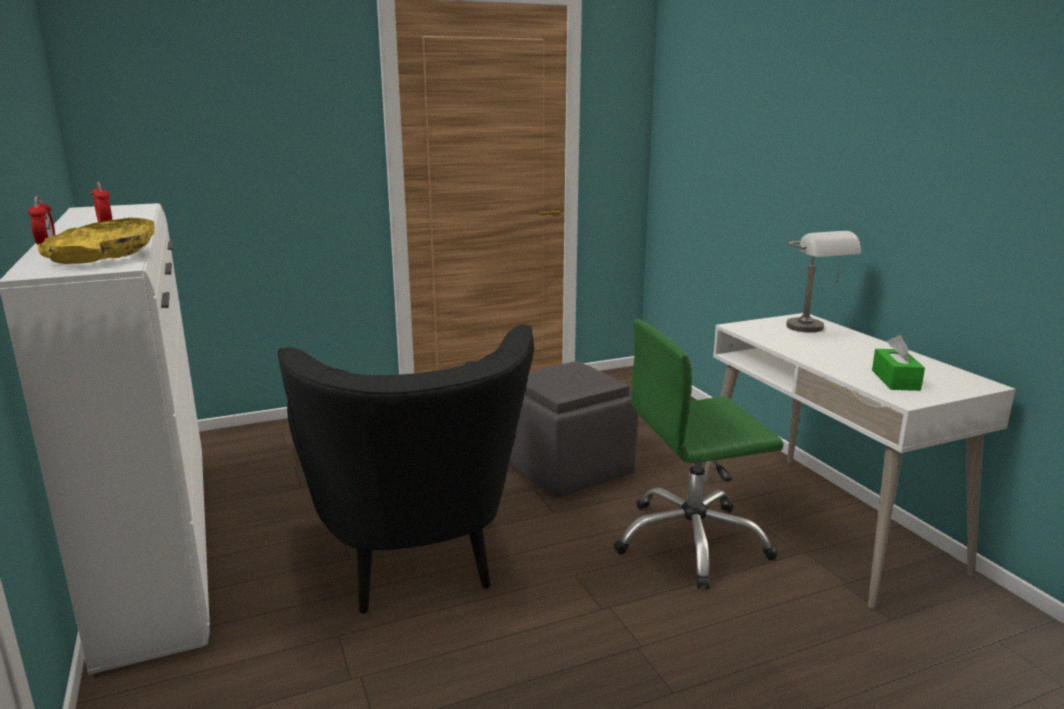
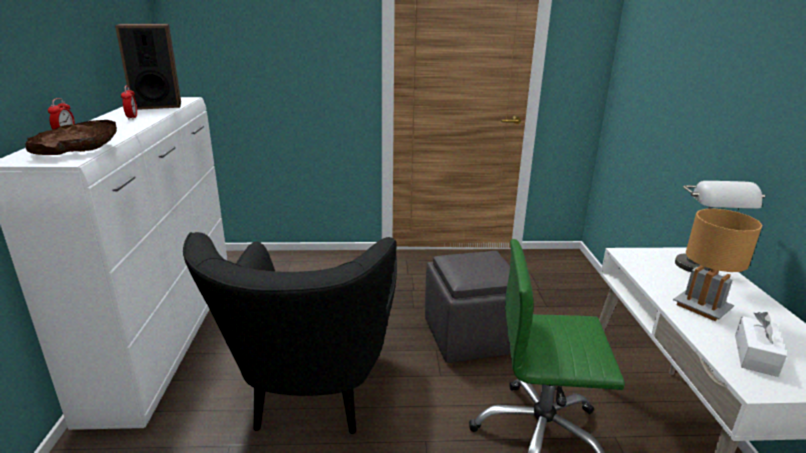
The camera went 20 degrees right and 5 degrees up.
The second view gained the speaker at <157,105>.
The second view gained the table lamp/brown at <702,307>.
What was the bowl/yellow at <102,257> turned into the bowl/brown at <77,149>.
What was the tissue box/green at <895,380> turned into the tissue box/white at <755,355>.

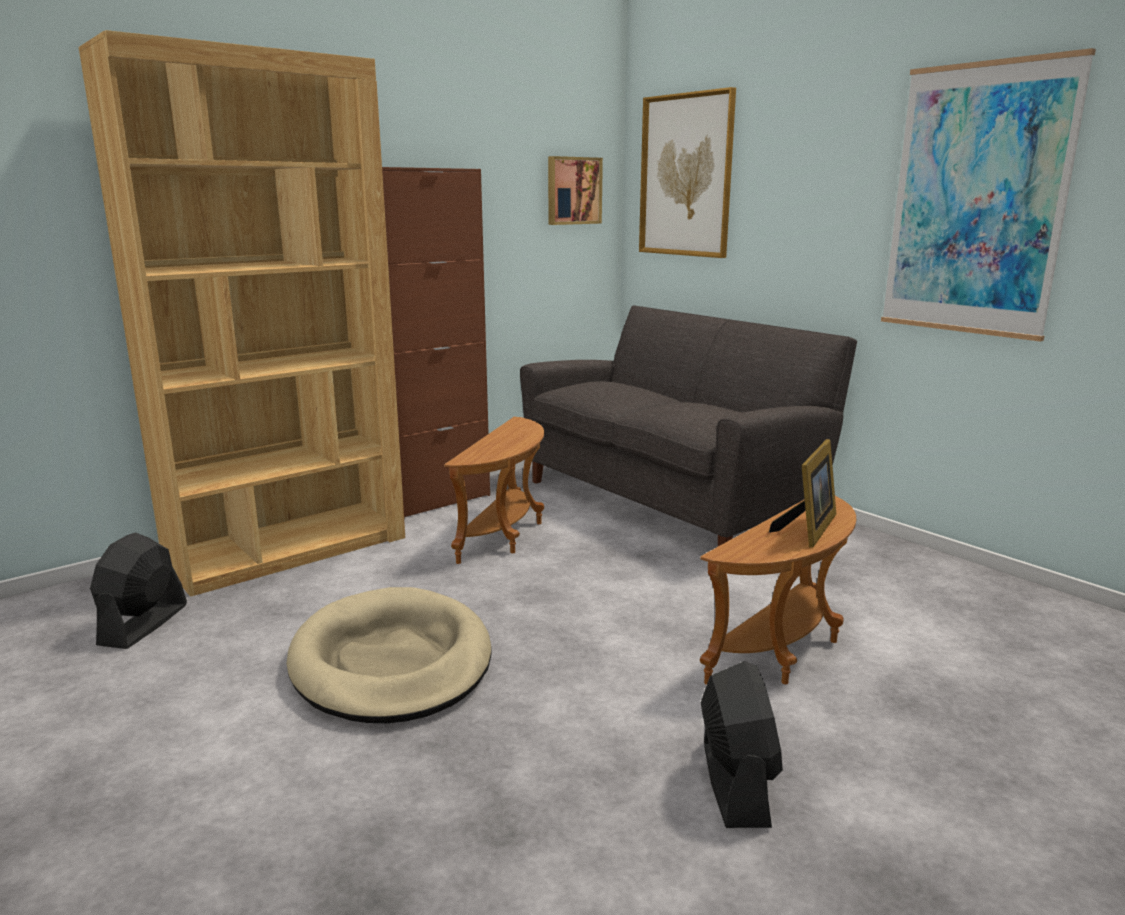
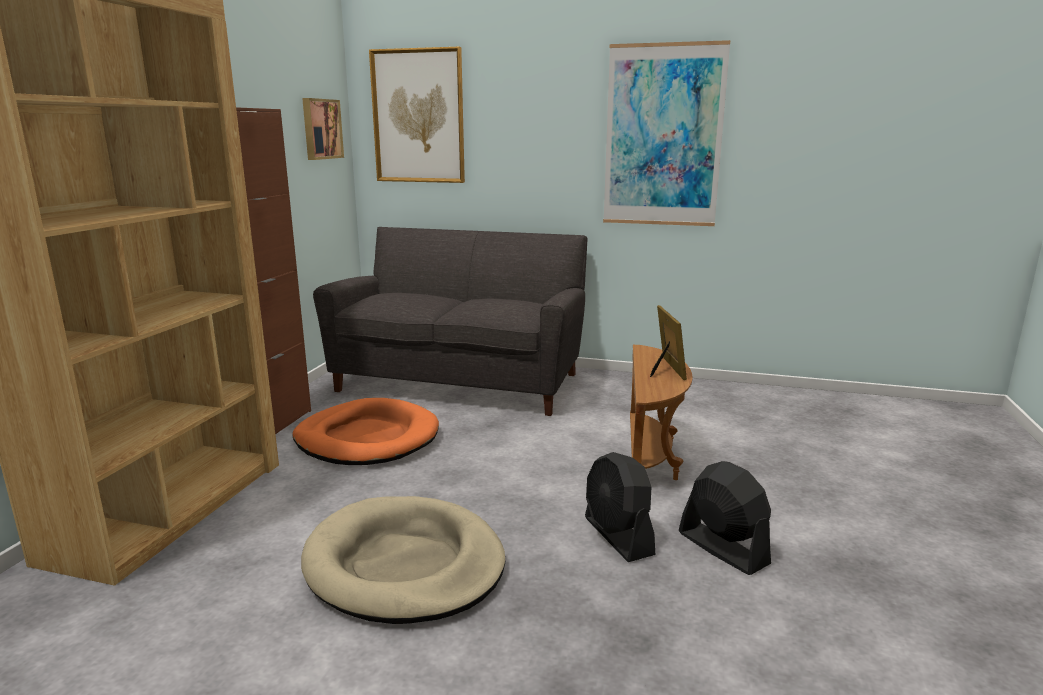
The camera went 35 degrees left and 0 degrees up.
The fan/black ended up elsewhere, having gone from <143,625> to <618,536>.
Where the side table/brown stood at <506,534>, the dog bed/orange came to stand at <367,438>.

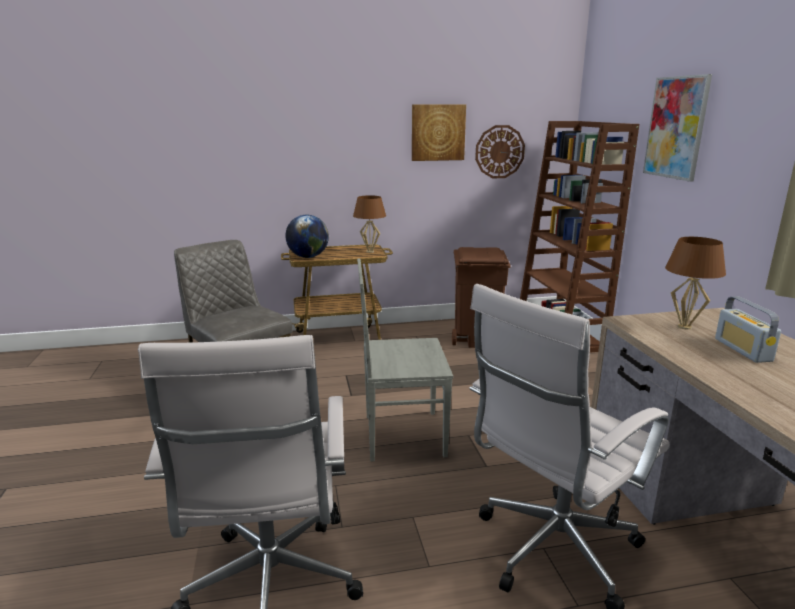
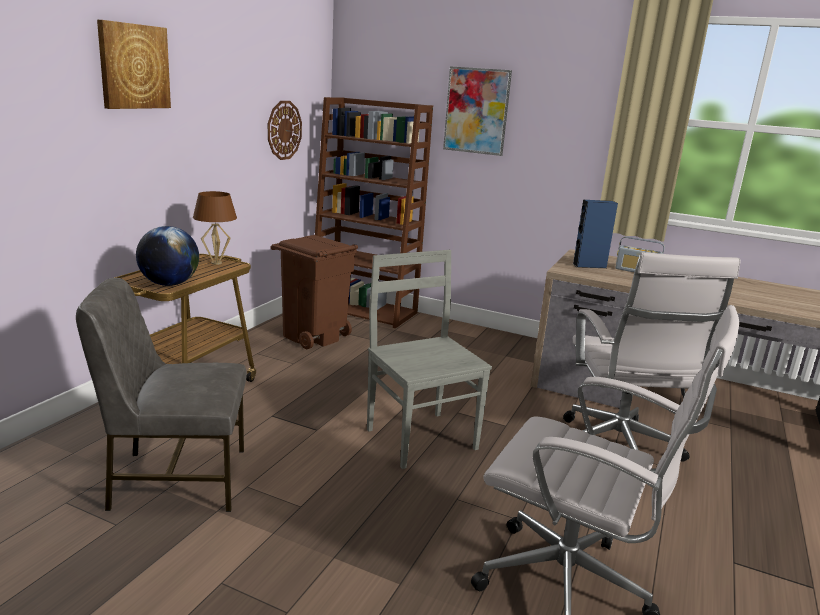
The camera went 55 degrees left and 0 degrees up.
The picture ended up elsewhere, having gone from <438,132> to <133,66>.
Where the table lamp/brown stood at <684,327>, the speaker/blue came to stand at <589,266>.
The chair/grey at <401,435> ended up facing another way, 120 degrees clockwise from before.

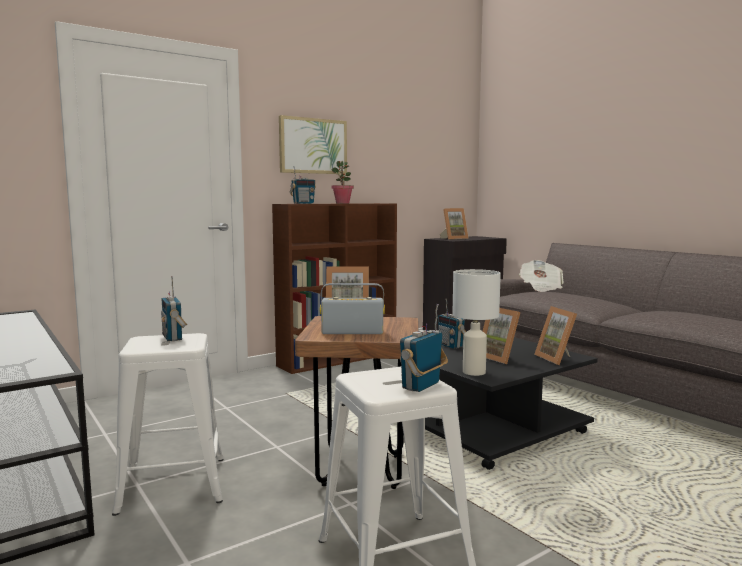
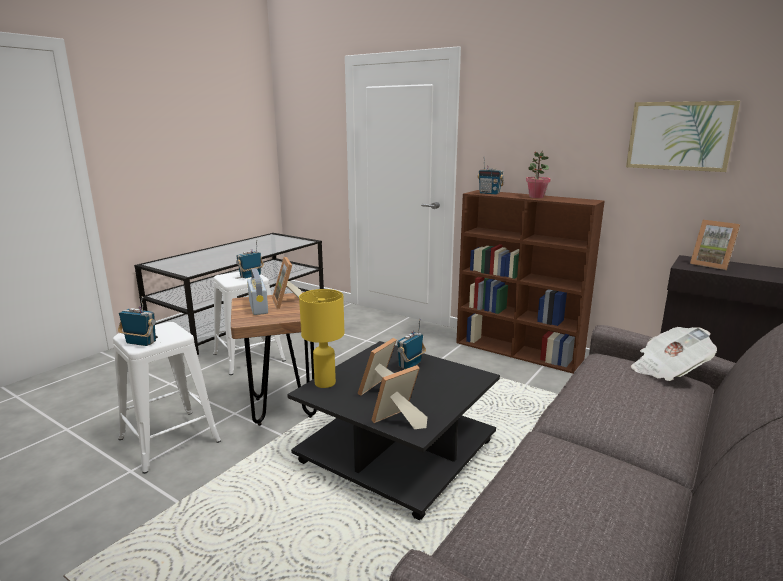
The camera went 70 degrees right and 10 degrees up.
The picture ended up elsewhere, having gone from <313,146> to <679,136>.
What was the table lamp/white at <473,372> turned into the table lamp/yellow at <324,383>.

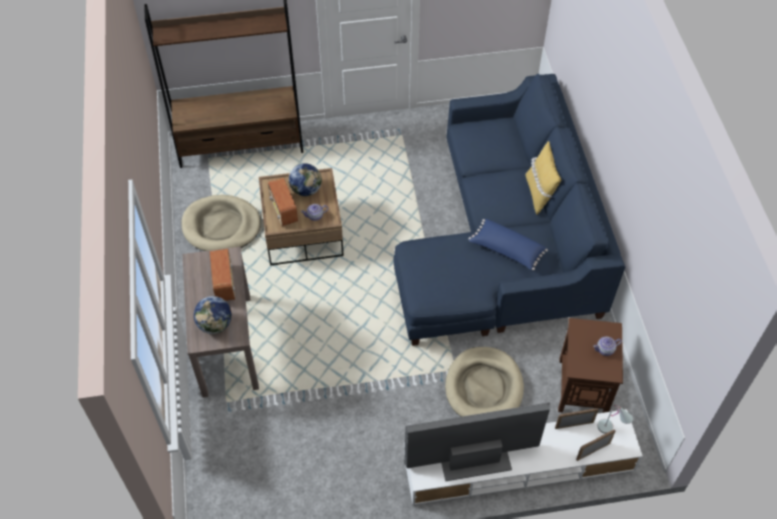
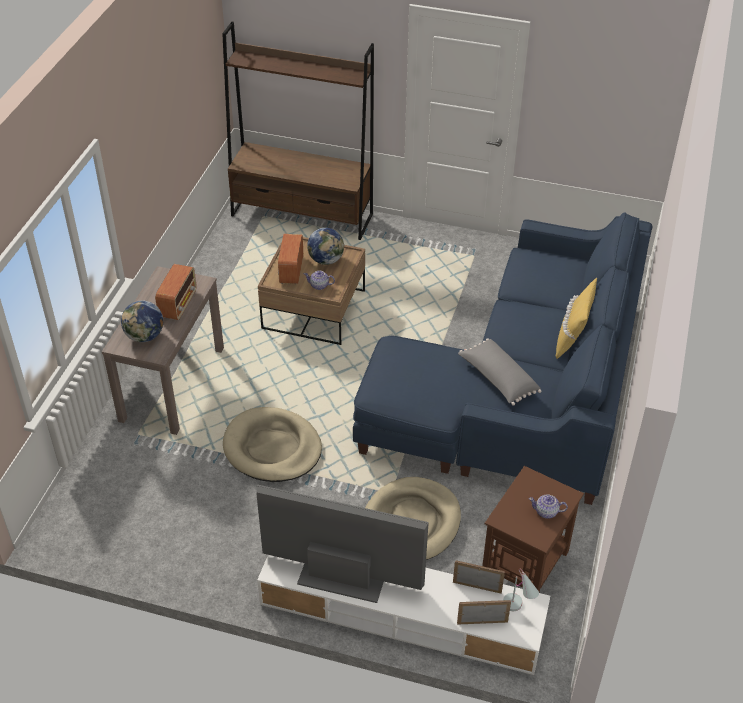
The camera went 25 degrees right and 10 degrees down.
The dog bed/beige ended up elsewhere, having gone from <221,226> to <272,448>.
What was the pillow/blue at <506,250> turned into the pillow/grey at <497,379>.

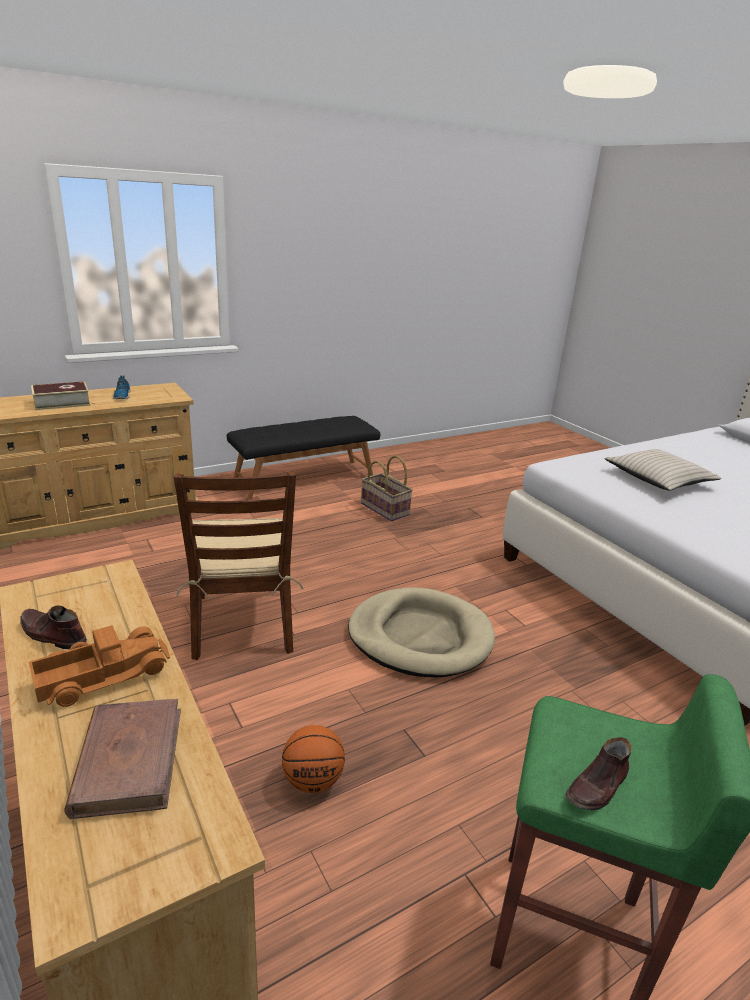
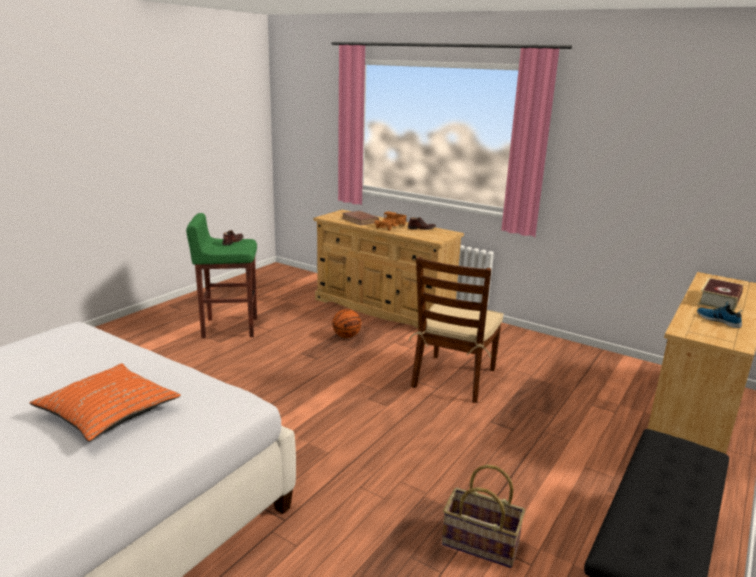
The camera went 155 degrees right and 5 degrees down.
The second view lost the dog bed/beige at <420,636>.
What was the pillow/beige at <658,479> turned into the pillow/orange at <108,412>.
The chair/brown at <243,623> ended up facing another way, 120 degrees counterclockwise from before.

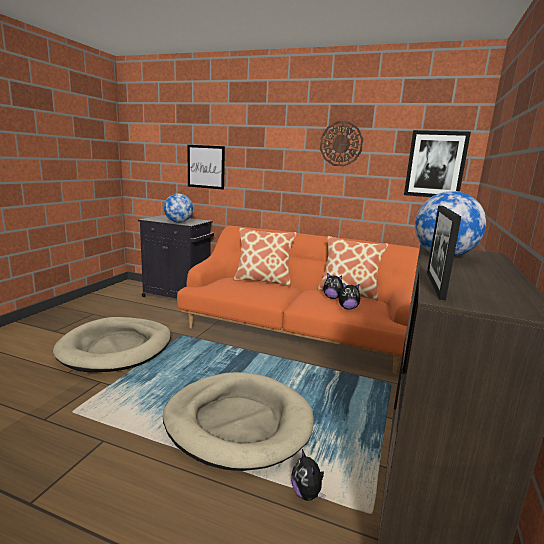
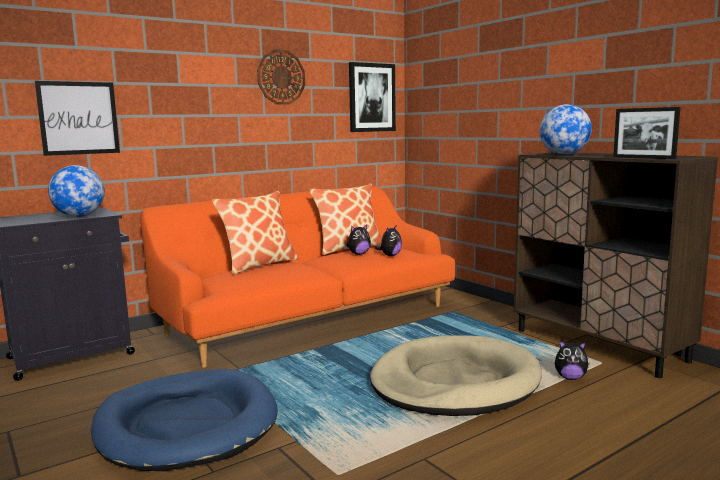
The camera went 55 degrees left and 5 degrees down.
What was the dog bed/beige at <116,348> turned into the dog bed/blue at <187,425>.

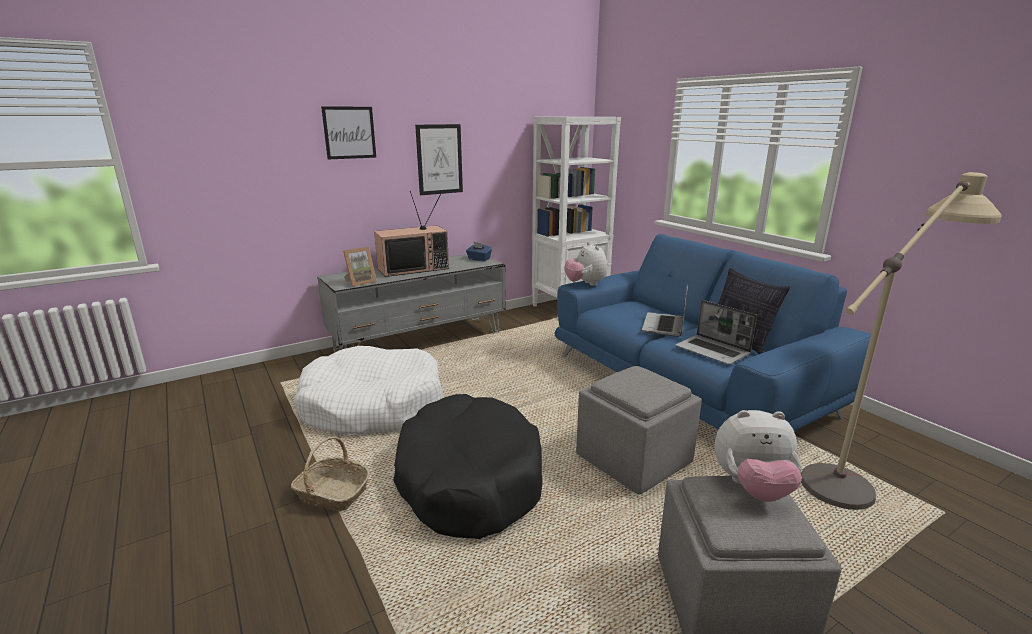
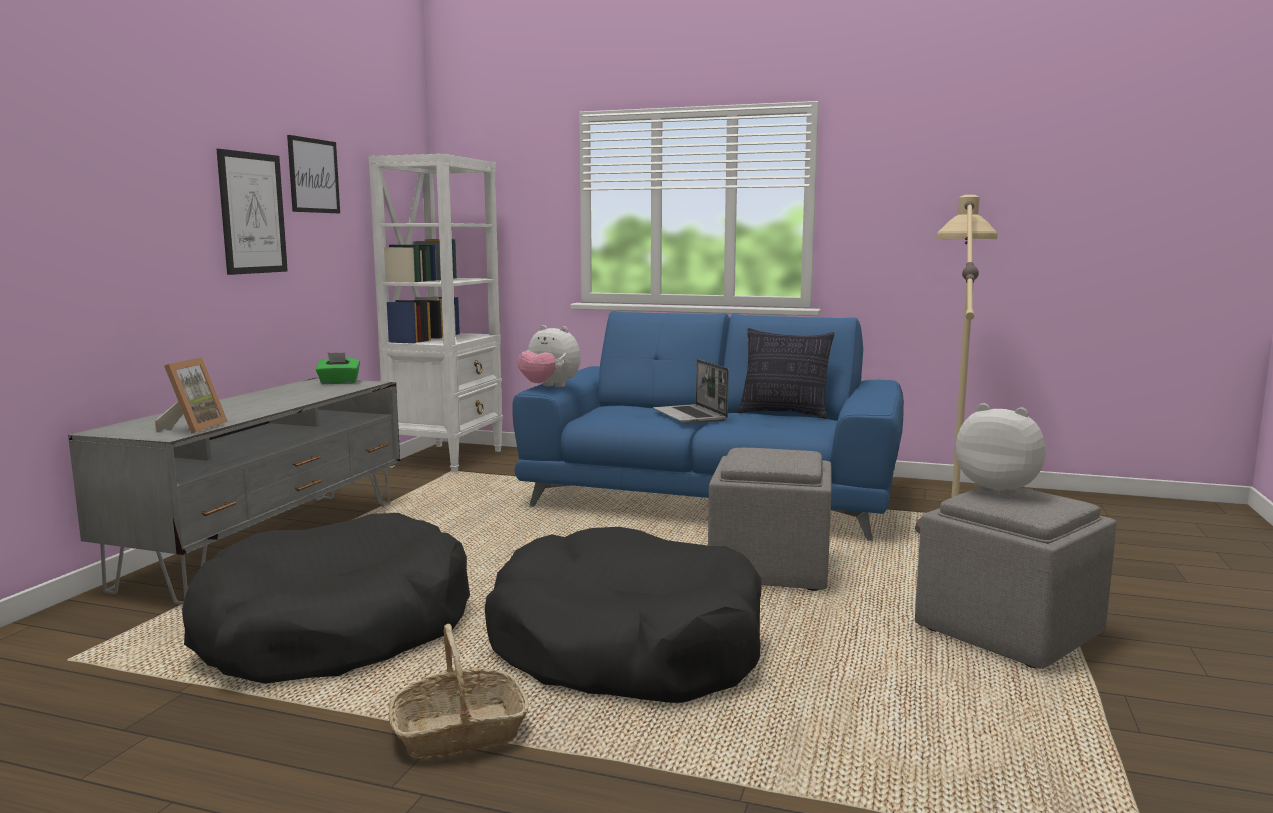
The camera went 40 degrees left and 10 degrees down.
The second view lost the television at <414,268>.
The second view lost the laptop at <713,351>.
The picture ended up elsewhere, having gone from <349,132> to <313,175>.
What was the dog bed/white at <373,406> turned into the dog bed/black at <335,630>.
What was the tissue box/blue at <479,259> turned into the tissue box/green at <339,382>.
The plush toy at <752,488> ended up facing another way, 105 degrees counterclockwise from before.

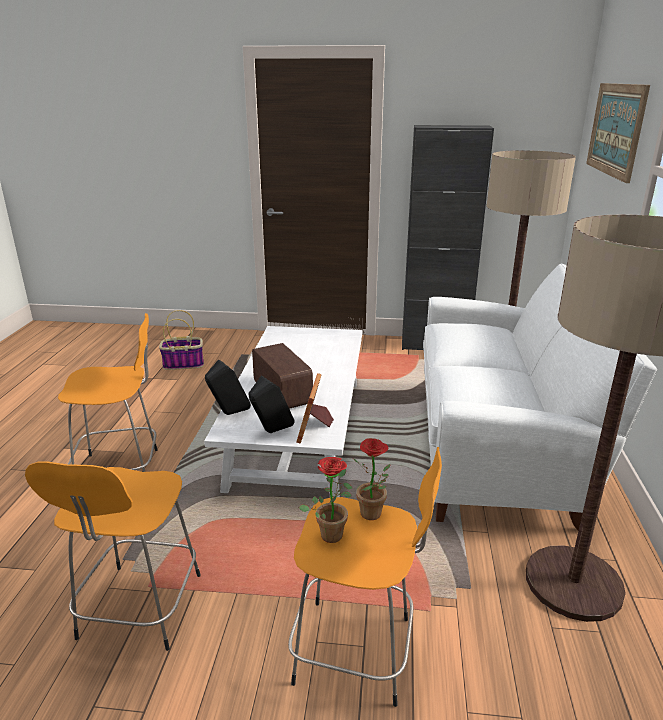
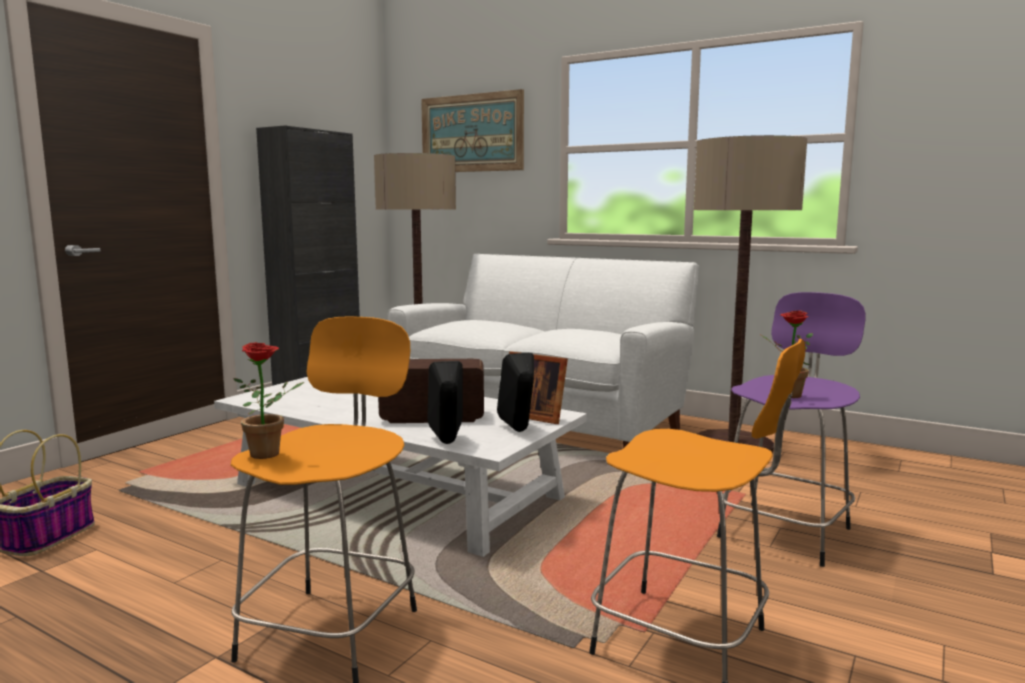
The camera went 65 degrees left and 15 degrees down.
The potted plant ended up elsewhere, having gone from <373,516> to <271,454>.
What was the stool/orange at <358,651> turned into the stool/purple at <786,531>.

